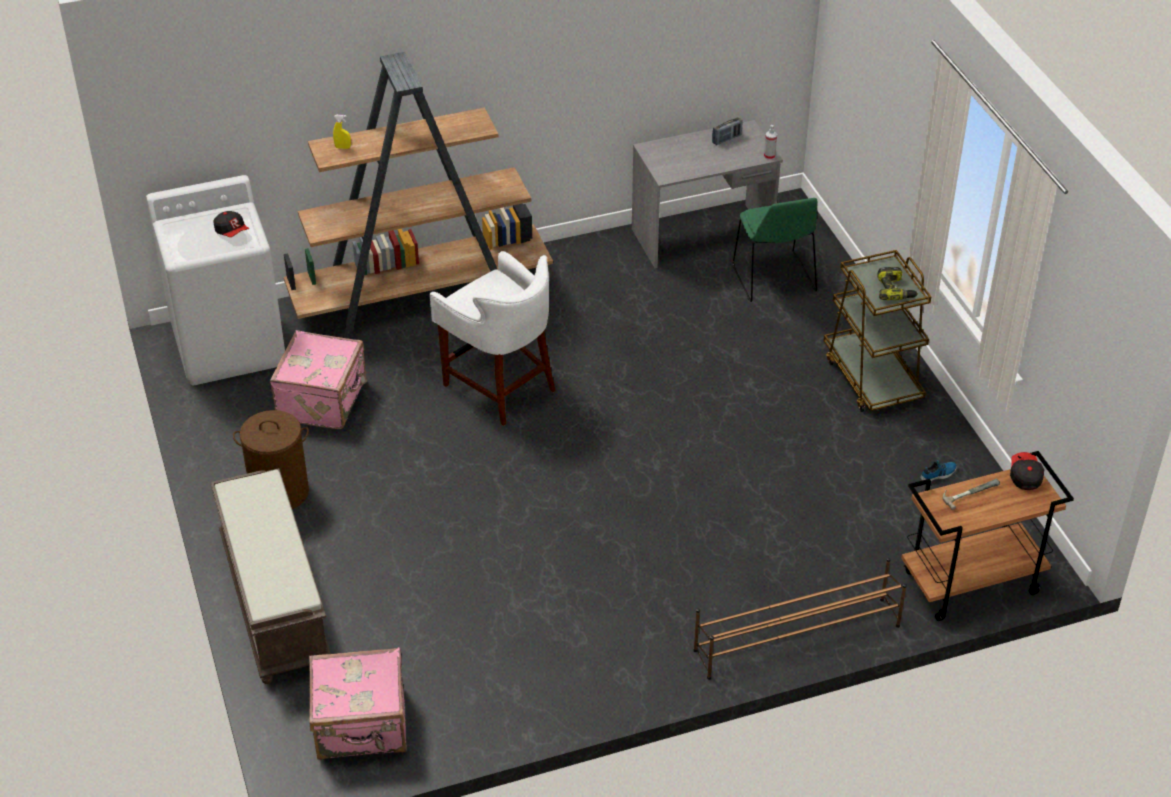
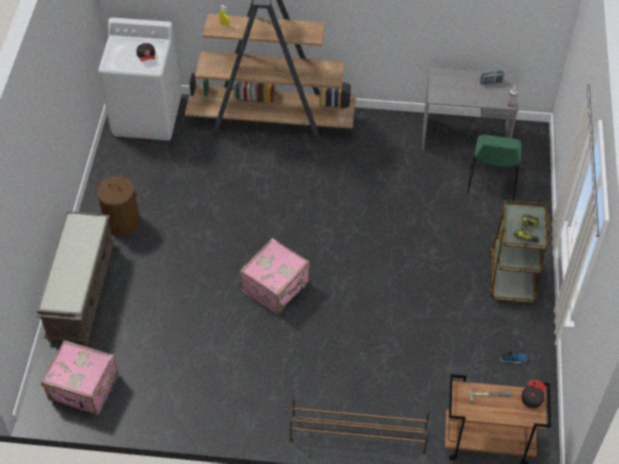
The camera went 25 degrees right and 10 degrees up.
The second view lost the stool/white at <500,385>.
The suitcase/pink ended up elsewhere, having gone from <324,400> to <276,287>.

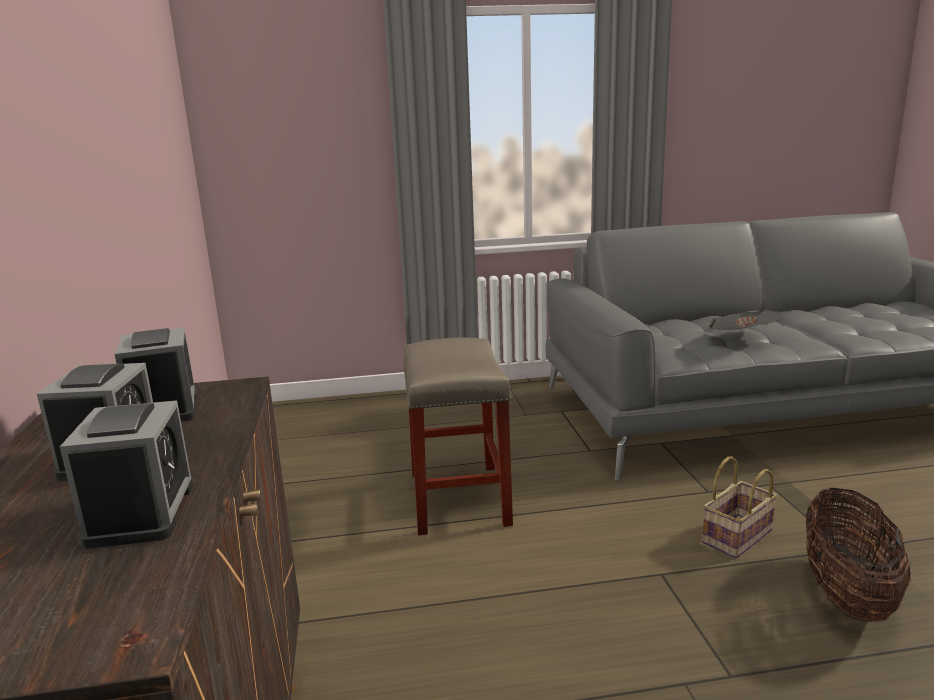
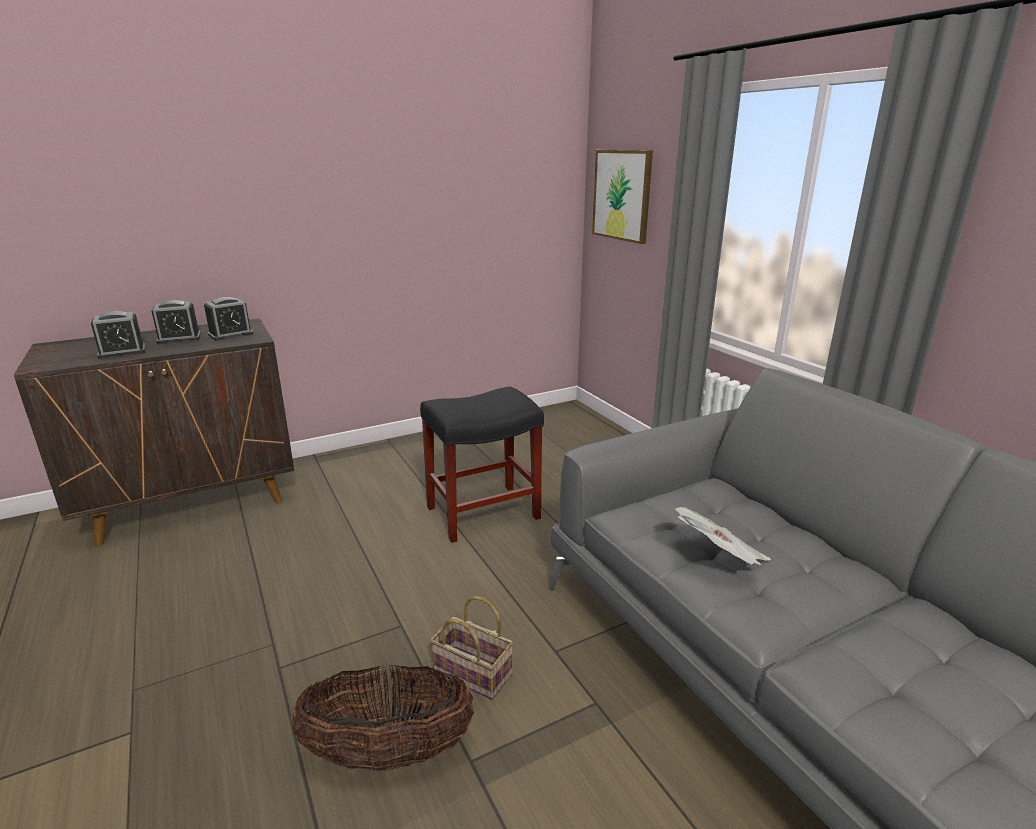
The camera went 70 degrees right and 5 degrees up.
The second view gained the picture at <622,195>.
What was the stool/beige at <458,497> turned into the stool/black at <484,512>.

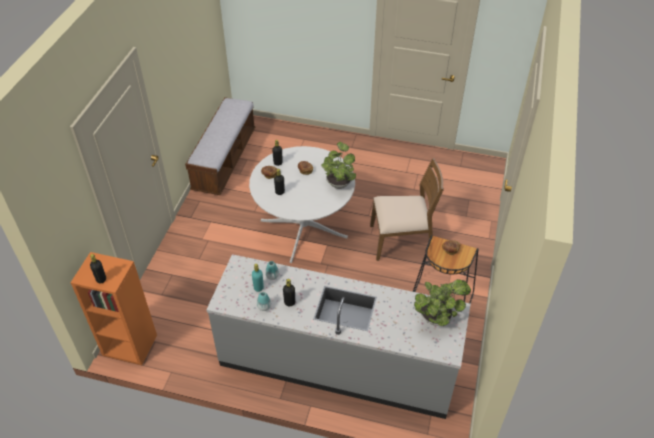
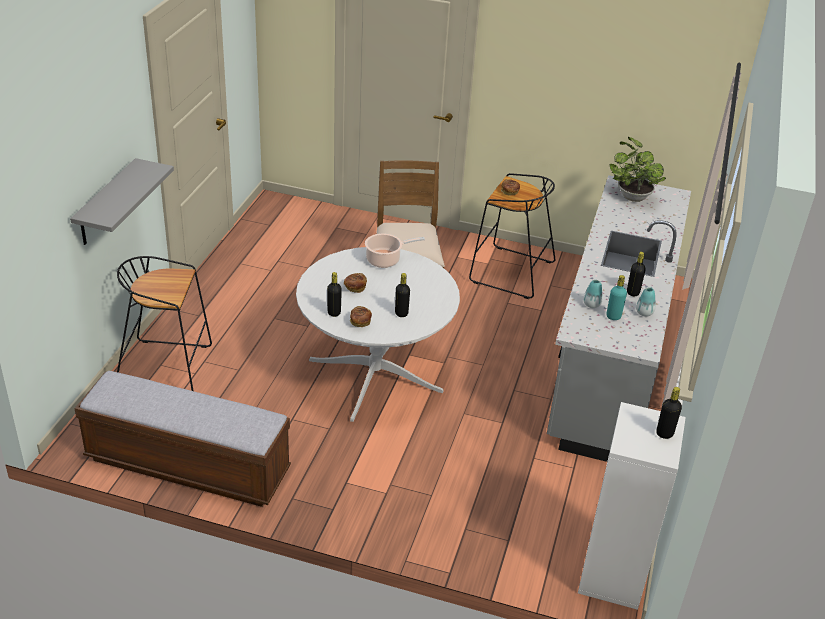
The camera went 90 degrees left and 10 degrees down.
The second view gained the shelf/grey at <106,203>.
The second view gained the stool/black at <167,369>.
Where the potted plant stood at <339,182>, the cooking pot came to stand at <385,260>.
What was the bookcase/orange at <129,345> turned into the bookcase/white at <613,575>.

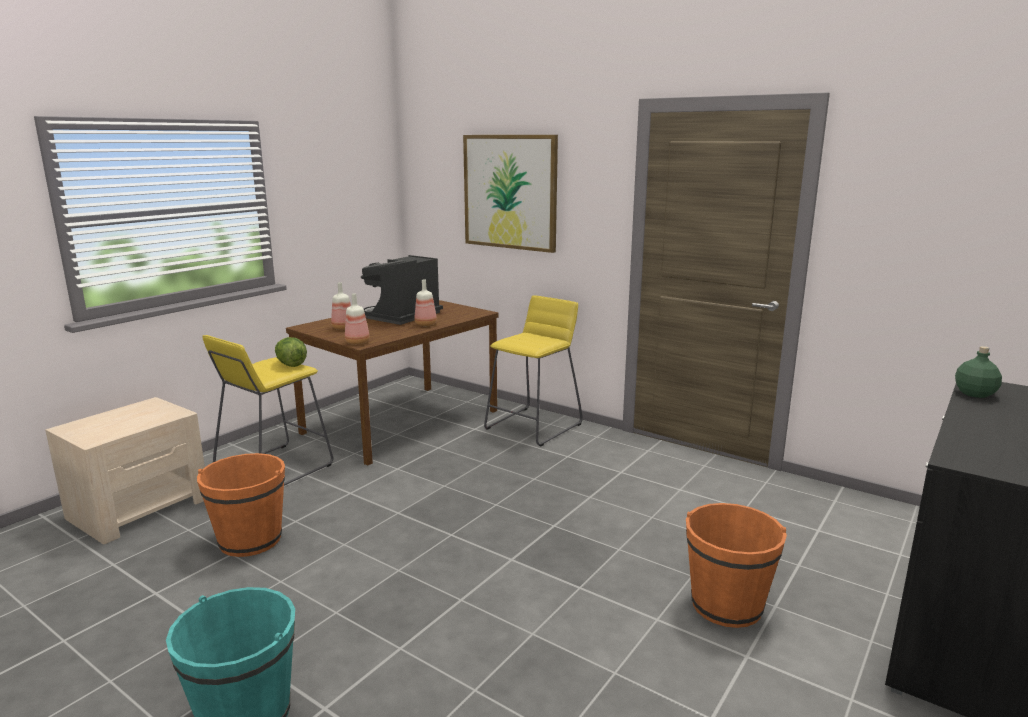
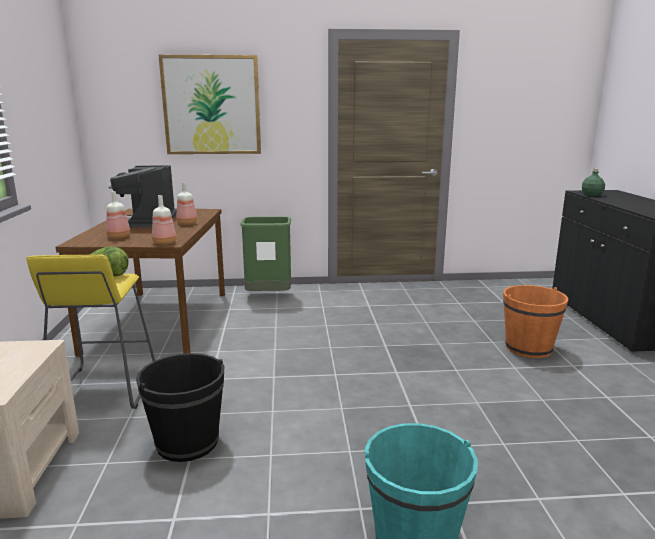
The camera went 40 degrees left and 0 degrees up.
Where the stool/yellow stood at <533,426>, the trash can/green came to stand at <269,296>.
What was the bucket/orange at <250,540> turned into the bucket/black at <187,442>.

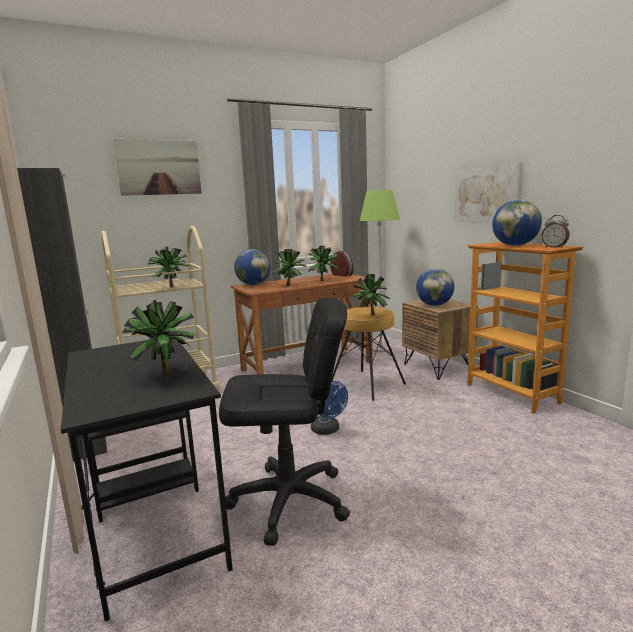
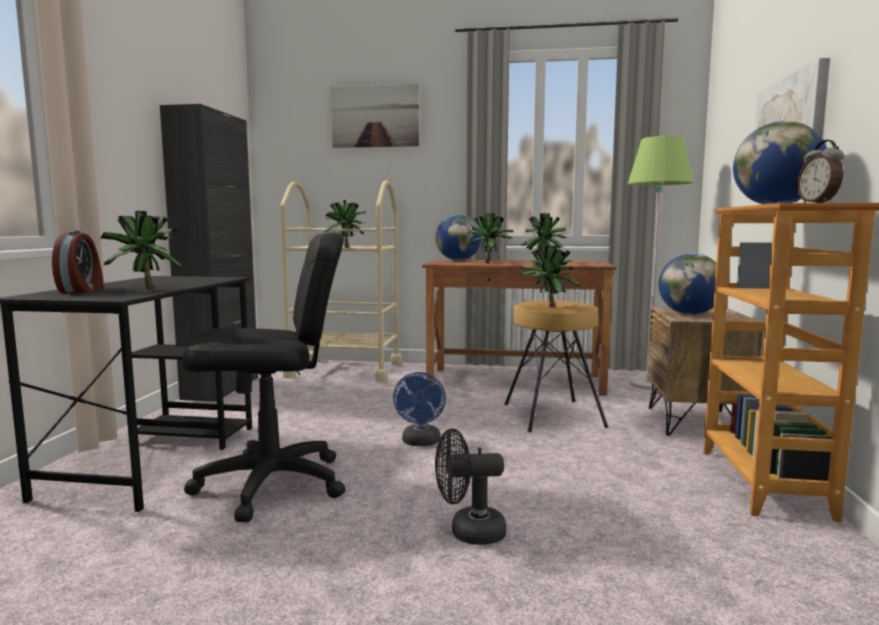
The camera went 35 degrees right and 5 degrees down.
The second view gained the fan/black at <468,532>.
The alarm clock ended up elsewhere, having gone from <342,275> to <82,290>.
The office chair/black at <289,501> ended up facing another way, 45 degrees counterclockwise from before.

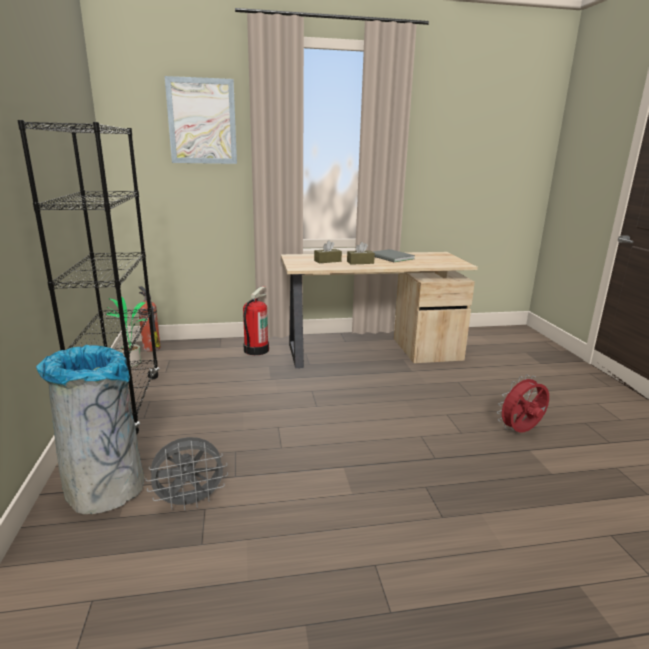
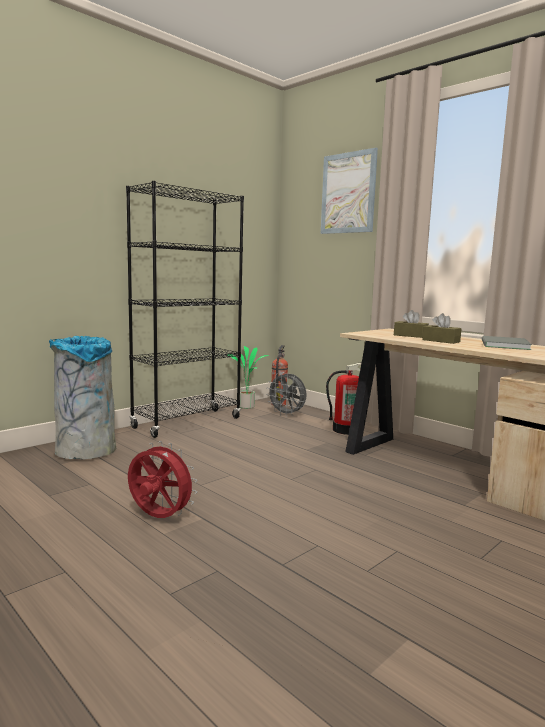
The camera went 55 degrees right and 10 degrees down.
The fan/grey ended up elsewhere, having gone from <190,502> to <287,414>.
The fan/red ended up elsewhere, having gone from <520,432> to <159,518>.

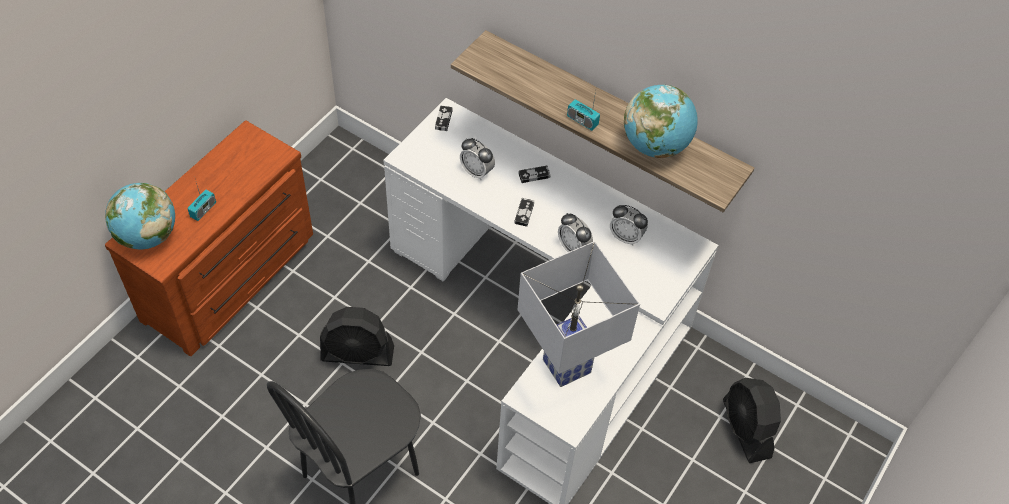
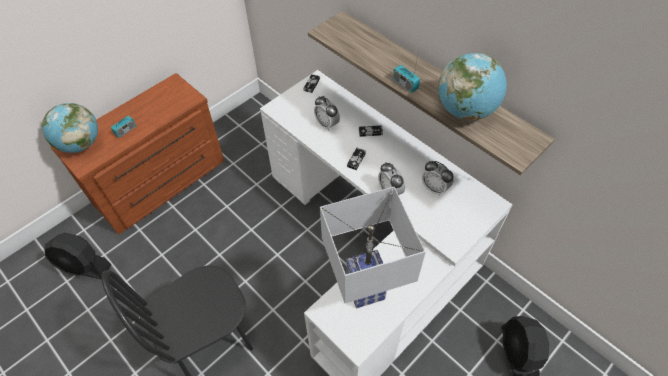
The camera went 15 degrees right and 0 degrees up.
The fan/black ended up elsewhere, having gone from <358,354> to <84,267>.

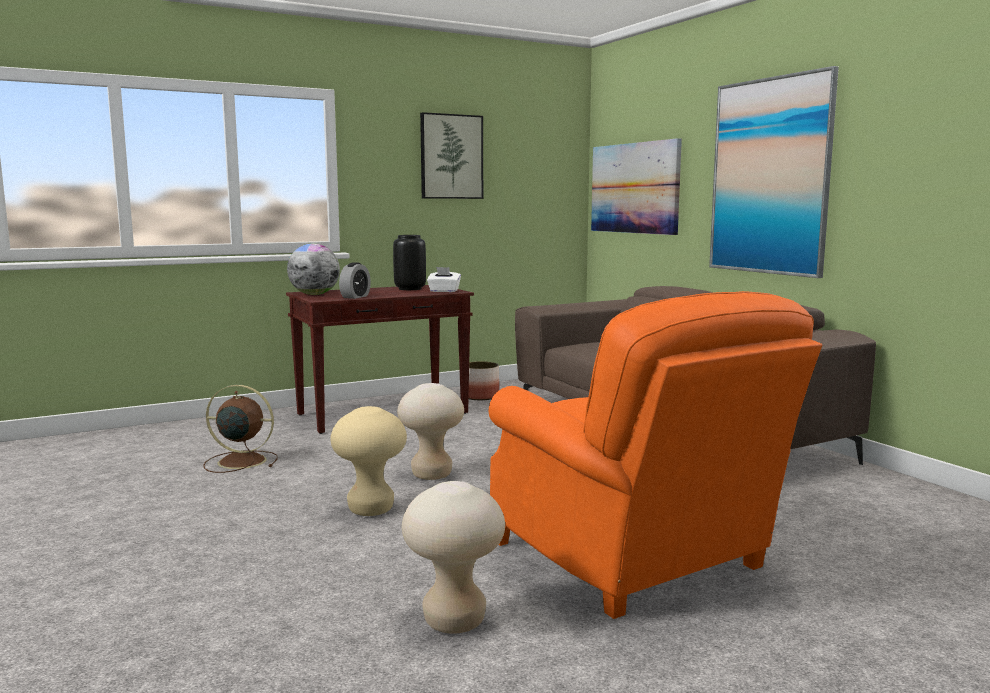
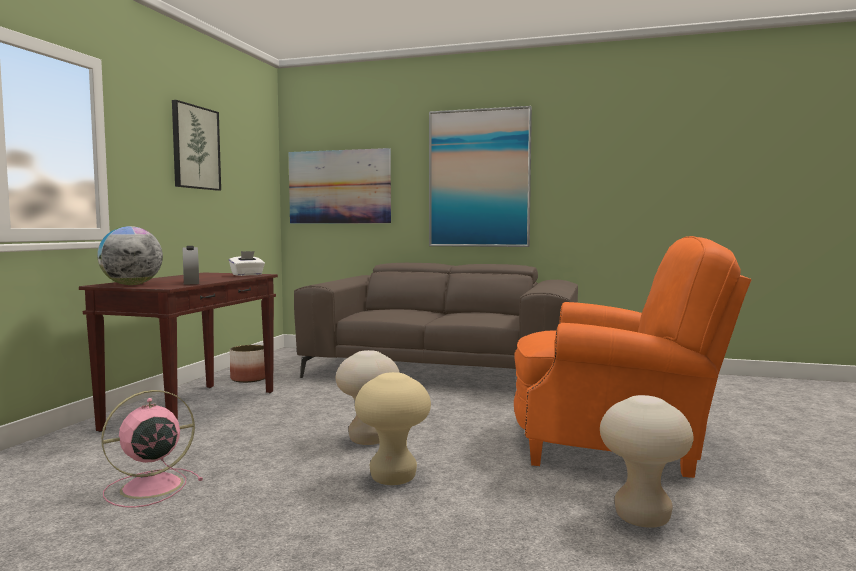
The camera went 45 degrees left and 5 degrees down.
The second view lost the vase/black at <410,289>.
What was the fan/brown at <240,461> turned into the fan/pink at <149,487>.

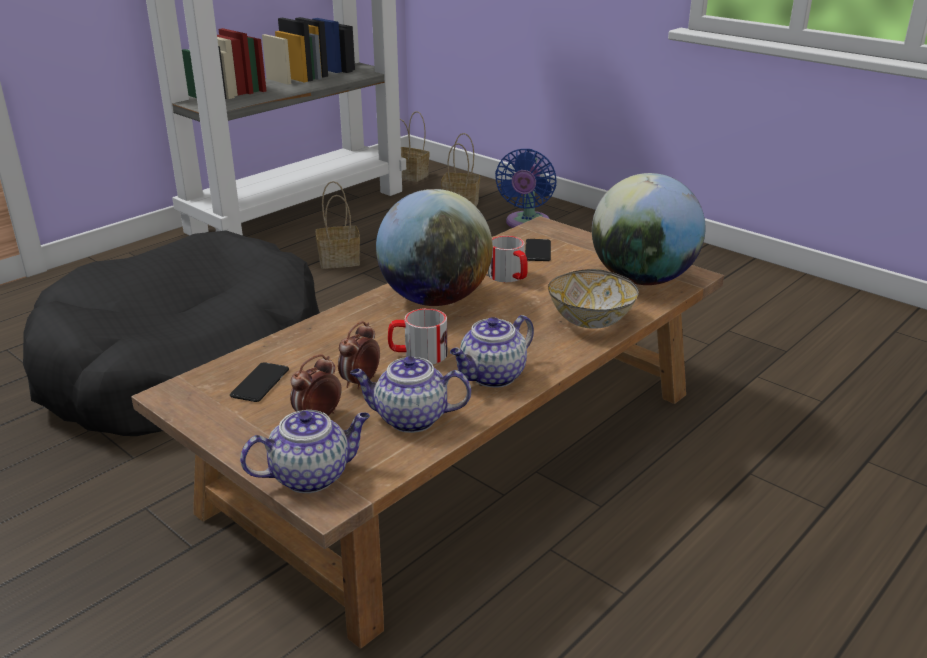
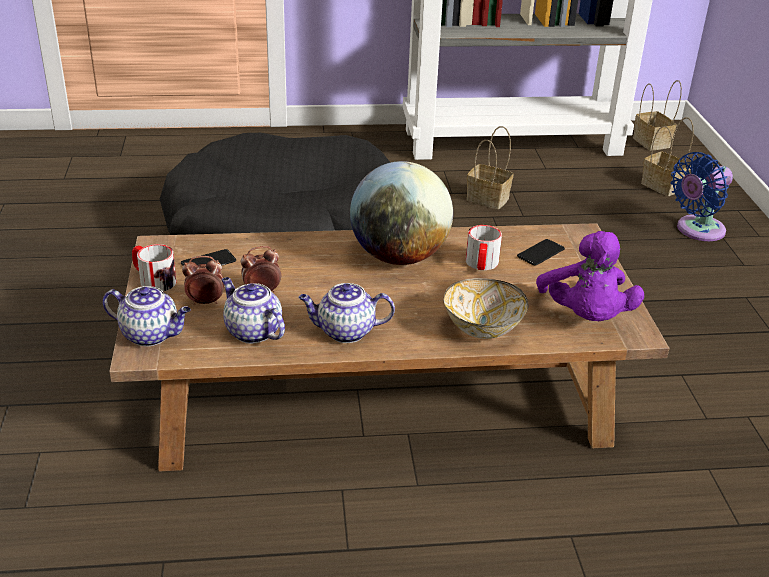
The camera went 40 degrees right and 5 degrees up.
The mug ended up elsewhere, having gone from <418,354> to <153,280>.
Where the globe stood at <642,279>, the plush toy/purple came to stand at <585,317>.

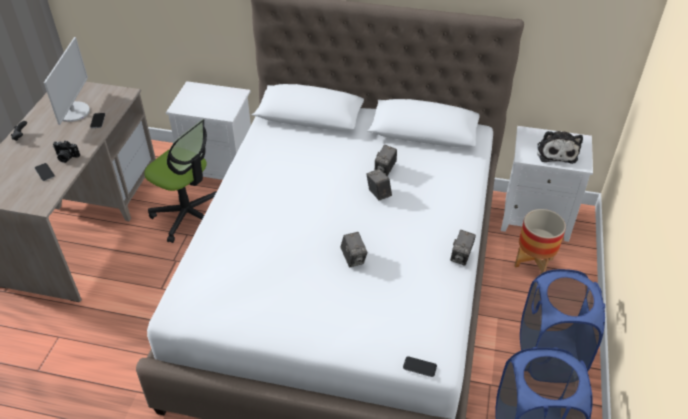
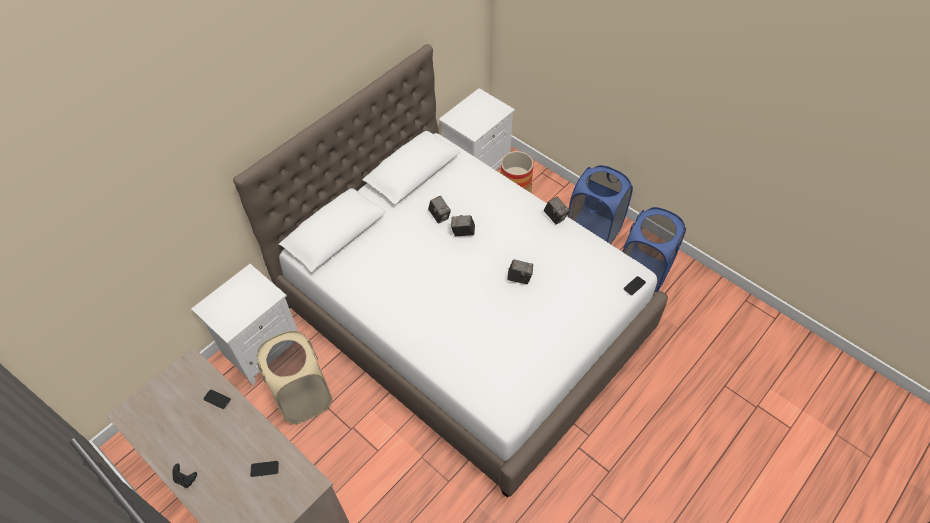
The camera went 60 degrees left and 10 degrees up.
The second view lost the monitor at <73,112>.
The second view lost the photo camera at <66,157>.
The second view lost the plush toy at <556,152>.
Where the office chair stood at <188,215>, the laundry basket/beige came to stand at <303,396>.

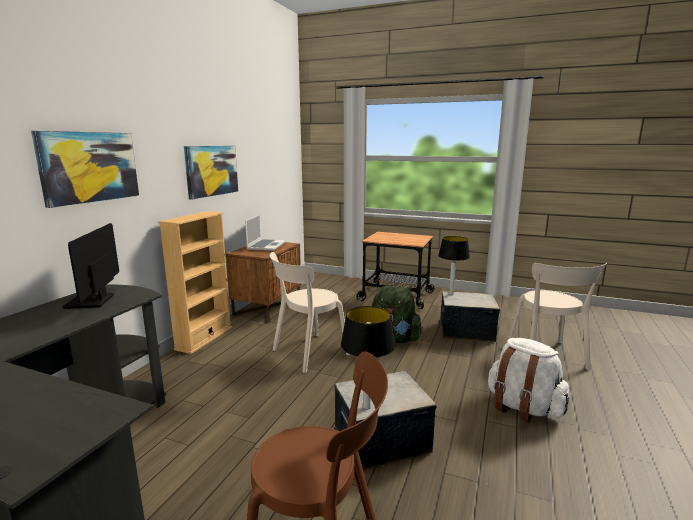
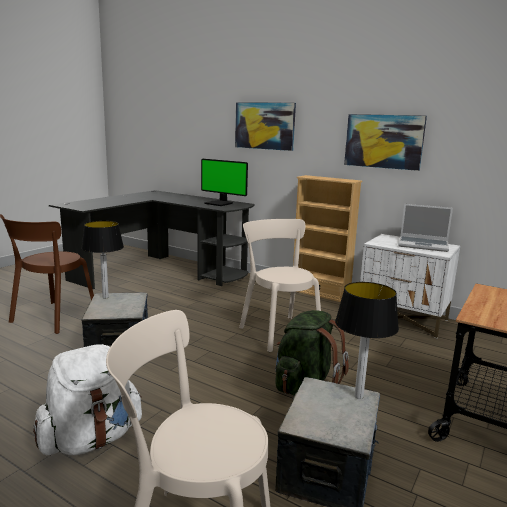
The camera went 100 degrees right and 0 degrees up.
What was the nightstand/brown at <268,308> turned into the nightstand/white at <403,319>.
The monitor at <92,301> ended up facing another way, 150 degrees counterclockwise from before.

